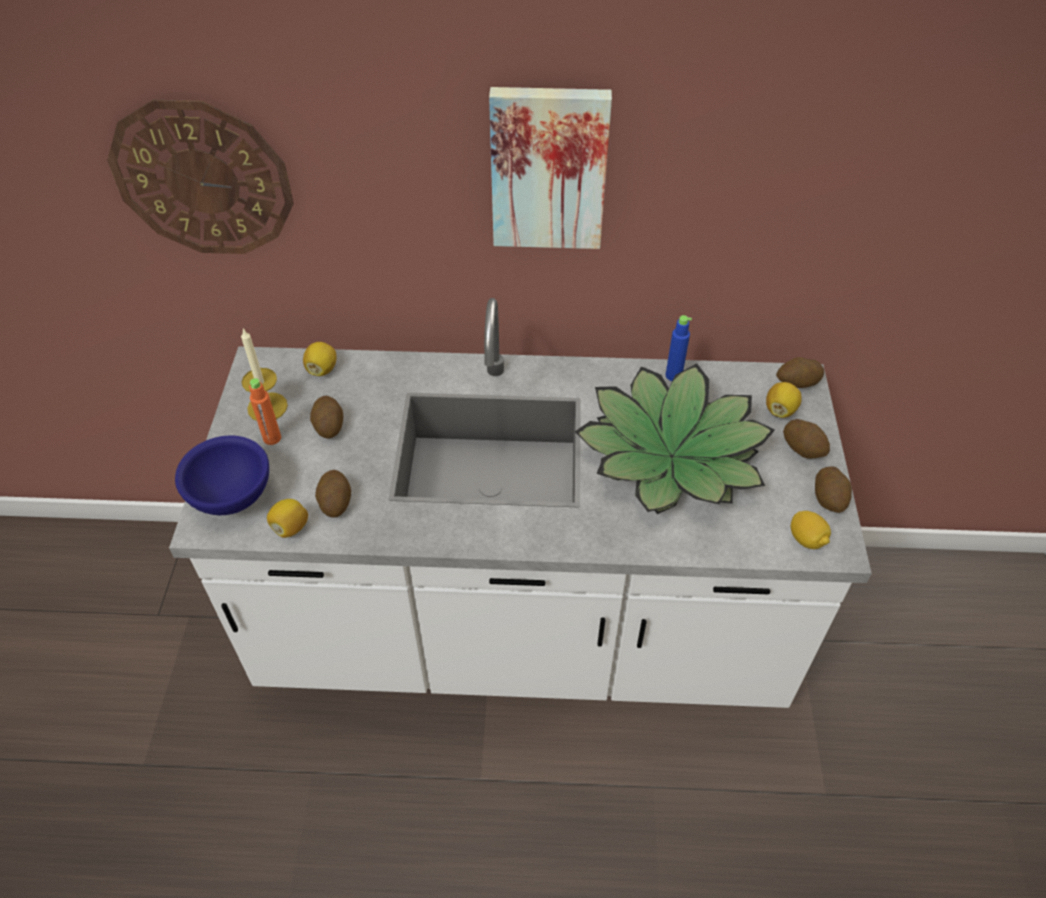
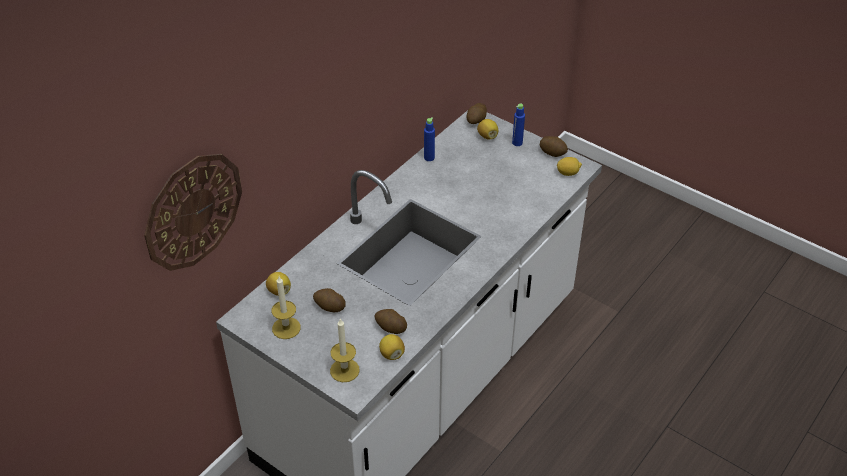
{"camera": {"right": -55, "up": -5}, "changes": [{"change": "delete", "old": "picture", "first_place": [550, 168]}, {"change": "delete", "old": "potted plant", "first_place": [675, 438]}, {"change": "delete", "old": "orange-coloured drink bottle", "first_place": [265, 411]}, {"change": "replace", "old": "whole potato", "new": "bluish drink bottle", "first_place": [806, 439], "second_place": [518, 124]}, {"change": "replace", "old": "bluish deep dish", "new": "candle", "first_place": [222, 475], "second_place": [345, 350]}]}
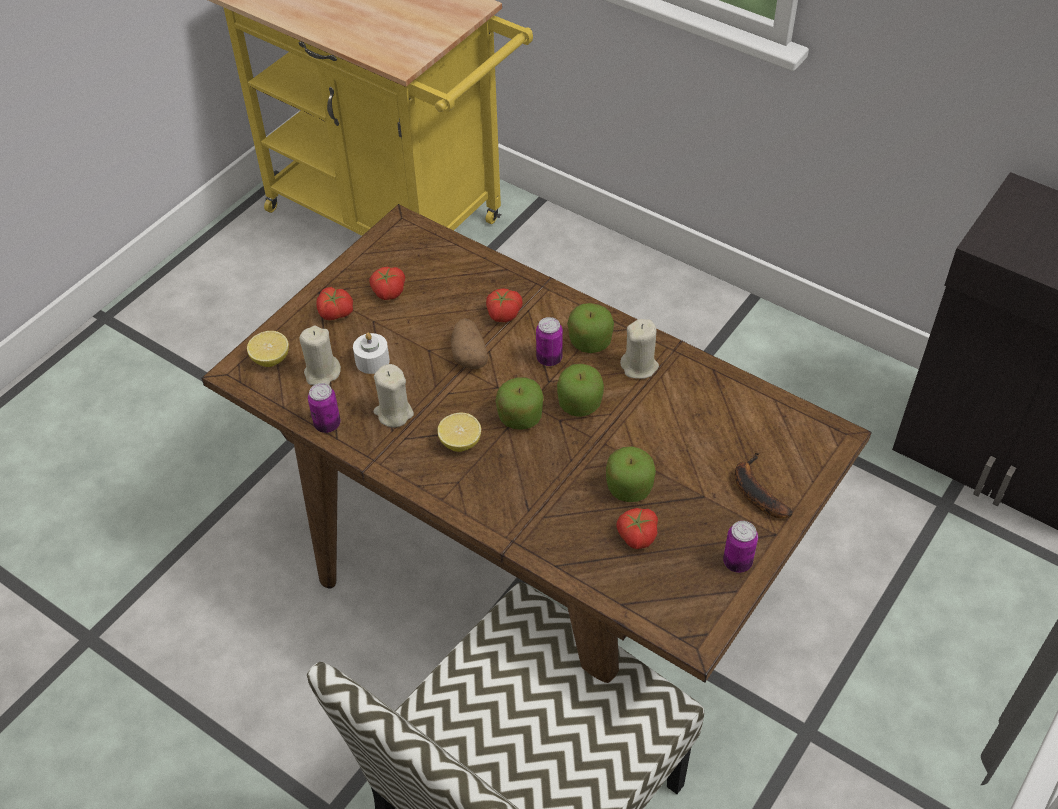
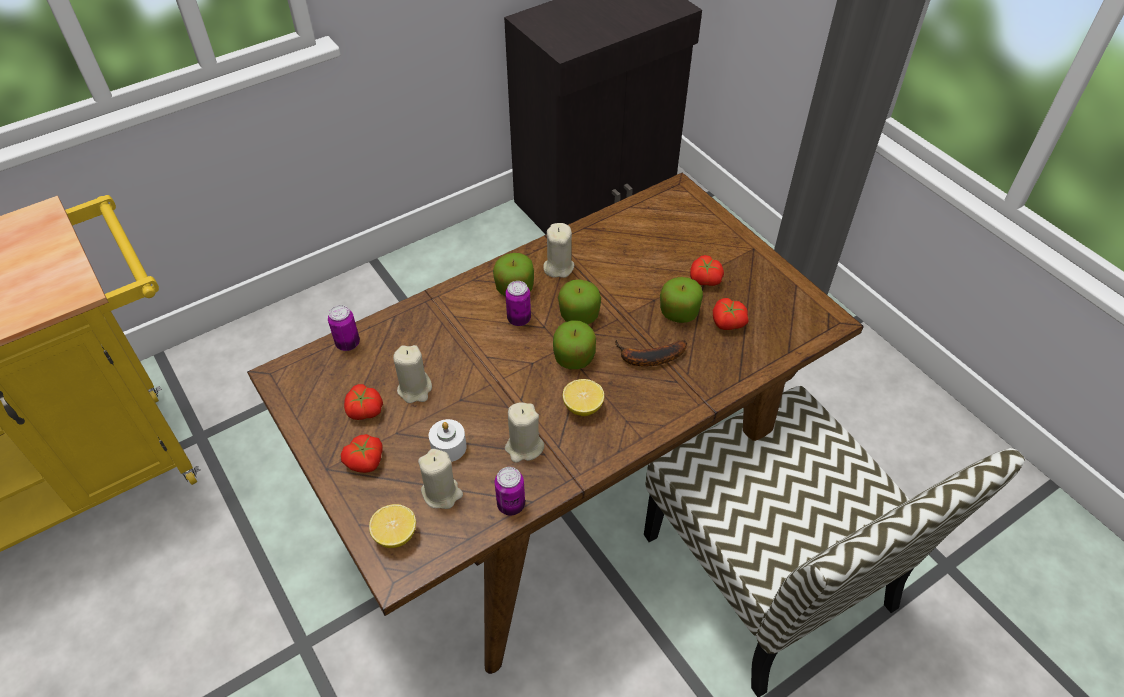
{"camera": {"right": -70, "up": 0}, "changes": [{"change": "move", "old": "tomato", "first_place": [504, 305], "second_place": [707, 270]}, {"change": "delete", "old": "whole potato", "first_place": [469, 343]}, {"change": "move", "old": "banana", "first_place": [764, 485], "second_place": [651, 352]}, {"change": "move", "old": "metal can", "first_place": [740, 547], "second_place": [344, 328]}, {"change": "insert", "new": "sand-coloured candle", "second_place": [412, 374]}]}
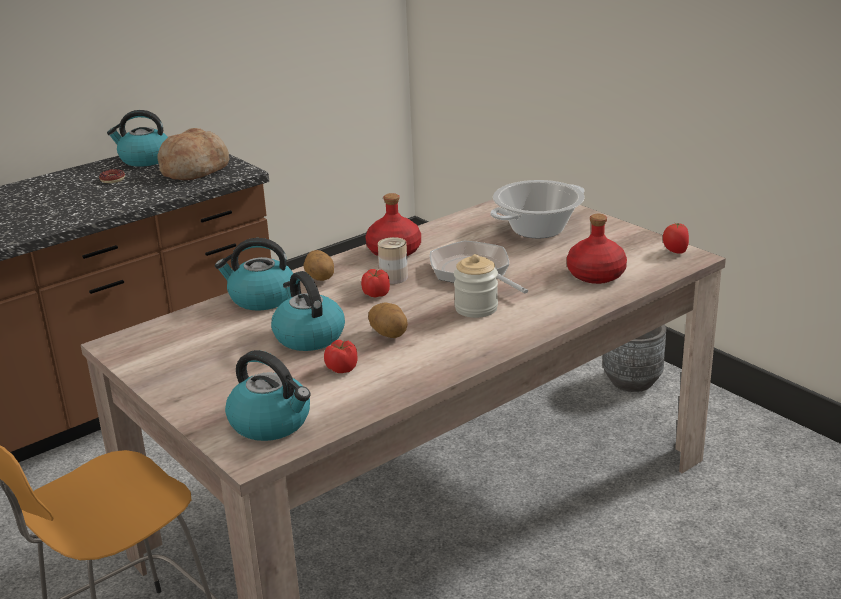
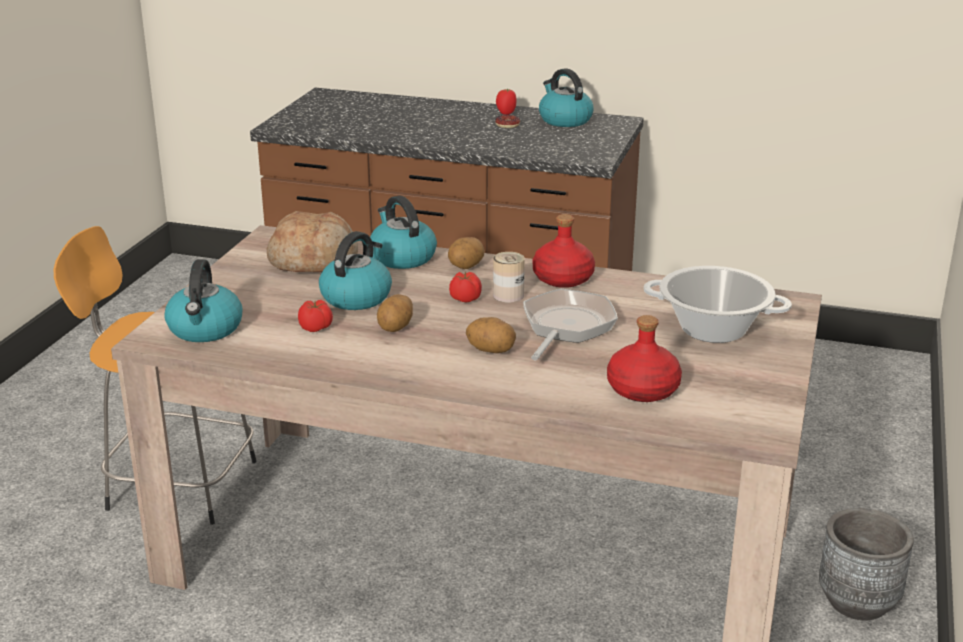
{"camera": {"right": 55, "up": 0}, "changes": [{"change": "move", "old": "bread", "first_place": [193, 154], "second_place": [312, 241]}, {"change": "move", "old": "tomato", "first_place": [676, 238], "second_place": [506, 102]}, {"change": "replace", "old": "preserve jar", "new": "whole potato", "first_place": [476, 286], "second_place": [491, 335]}]}
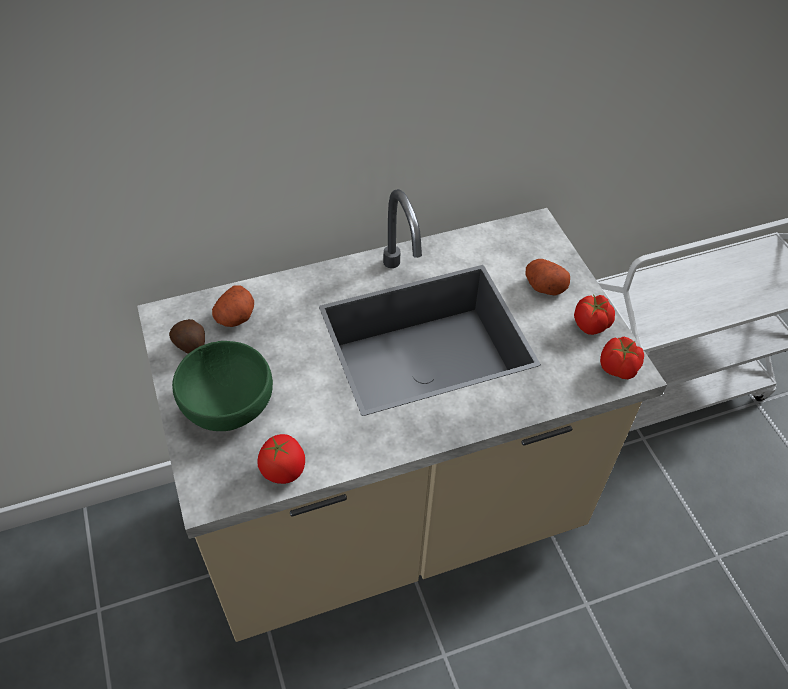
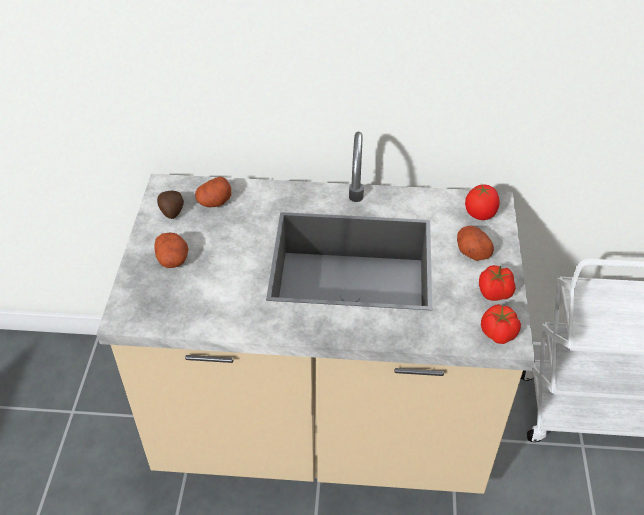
{"camera": {"right": 25, "up": -5}, "changes": [{"change": "replace", "old": "greenish deep dish", "new": "whole potato", "first_place": [222, 386], "second_place": [171, 250]}, {"change": "move", "old": "tomato", "first_place": [281, 459], "second_place": [482, 202]}]}
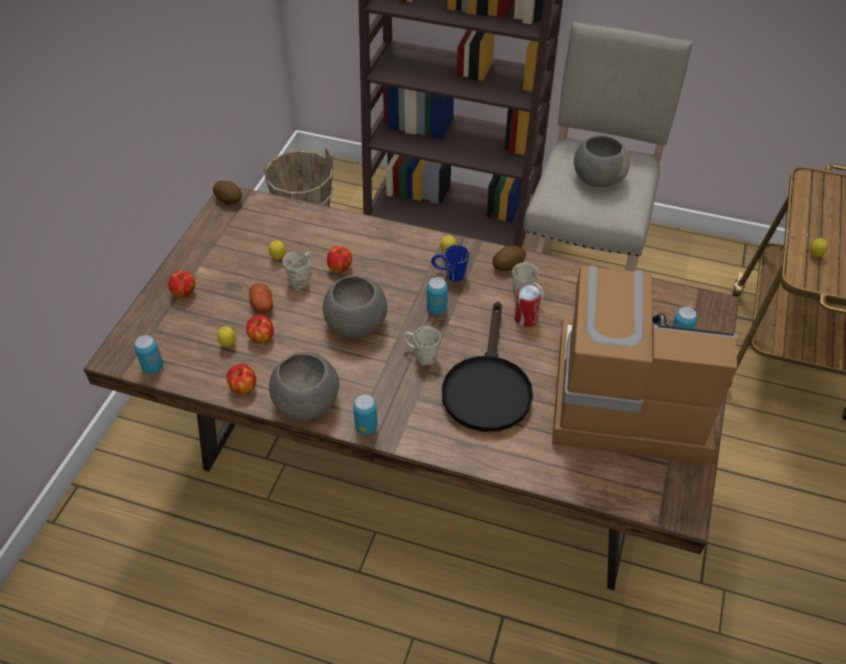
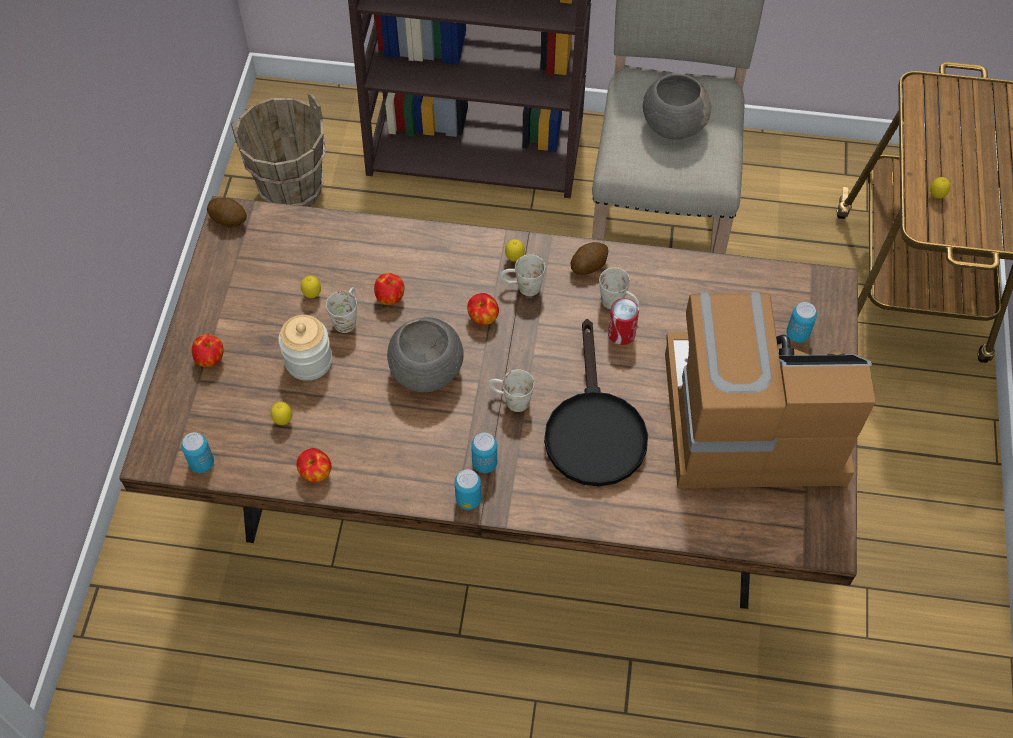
{"camera": {"right": -10, "up": 10}, "changes": [{"change": "recolor", "old": "bluish tea mug", "new": "whitish tea mug", "first_place": [450, 263], "second_place": [522, 275]}, {"change": "move", "old": "metal can", "first_place": [437, 296], "second_place": [484, 453]}, {"change": "replace", "old": "whole potato", "new": "preserve jar", "first_place": [261, 298], "second_place": [305, 348]}, {"change": "move", "old": "whole apple", "first_place": [260, 329], "second_place": [483, 309]}, {"change": "delete", "old": "gray deep dish", "first_place": [304, 386]}]}
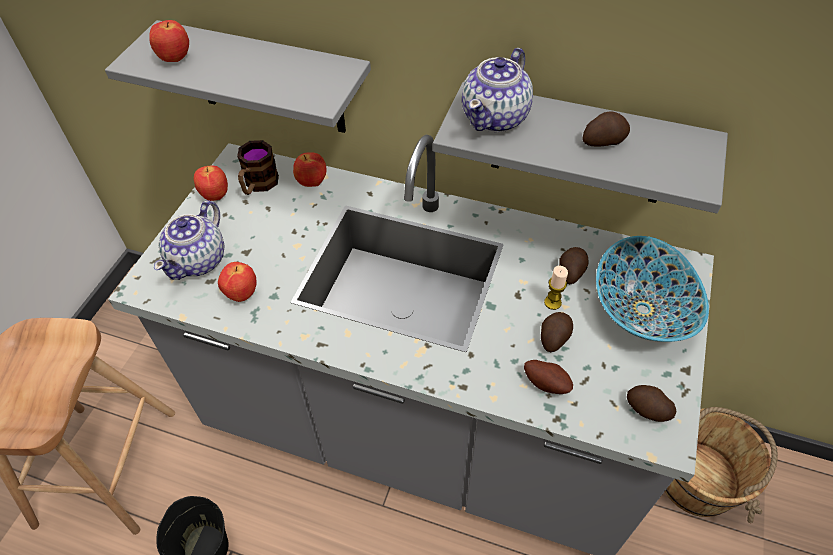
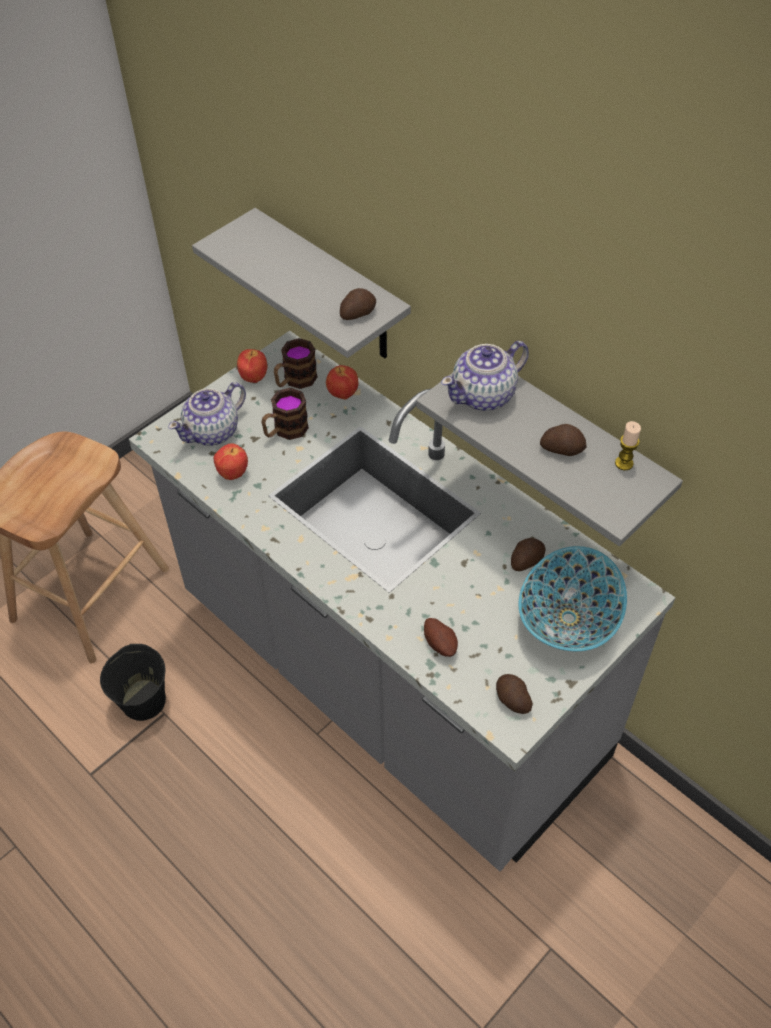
{"camera": {"right": 25, "up": 0}, "changes": [{"change": "delete", "old": "whole apple", "first_place": [169, 41]}, {"change": "move", "old": "candle", "first_place": [556, 288], "second_place": [628, 446]}, {"change": "move", "old": "whole potato", "first_place": [557, 332], "second_place": [358, 304]}, {"change": "delete", "old": "brown-coloured pail", "first_place": [721, 465]}, {"change": "insert", "new": "tea mug", "second_place": [285, 414]}]}
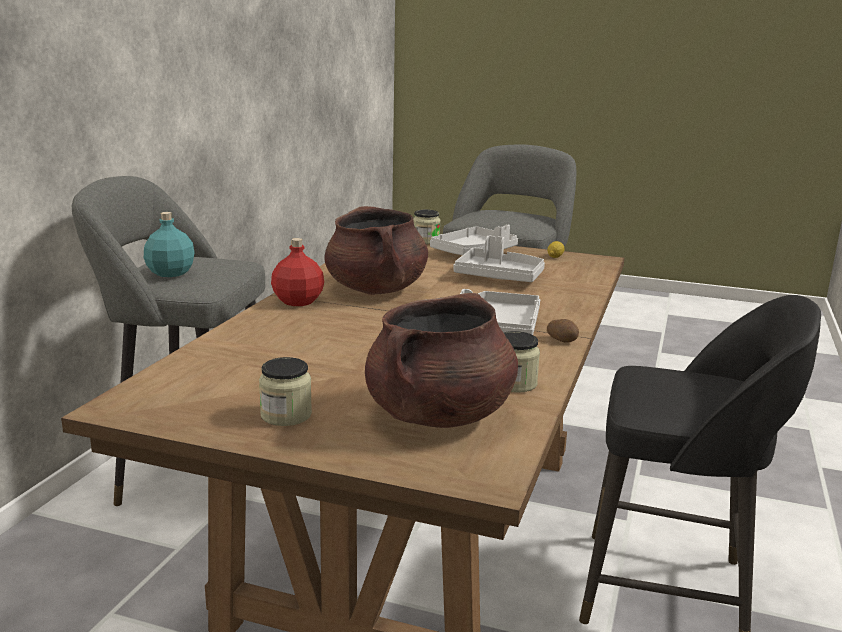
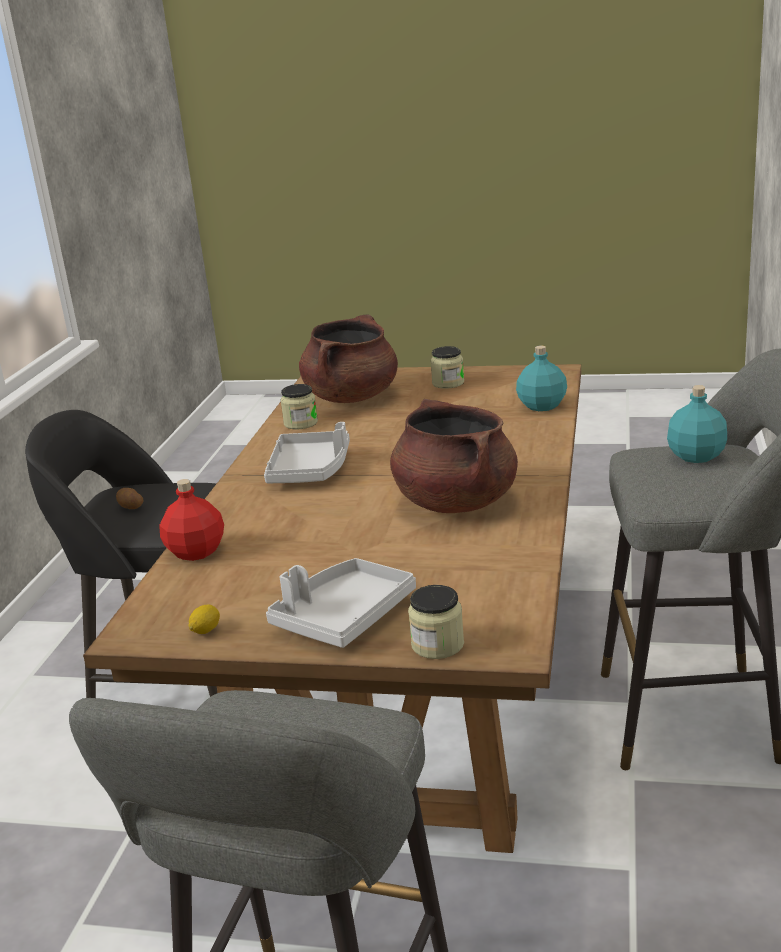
{"camera": {"right": 175, "up": 5}, "changes": [{"change": "delete", "old": "gray carrying tray", "first_place": [499, 259]}, {"change": "move", "old": "red drink bottle", "first_place": [297, 272], "second_place": [191, 520]}, {"change": "move", "old": "whole potato", "first_place": [563, 330], "second_place": [129, 498]}, {"change": "insert", "new": "turquoise drink bottle", "second_place": [541, 378]}]}
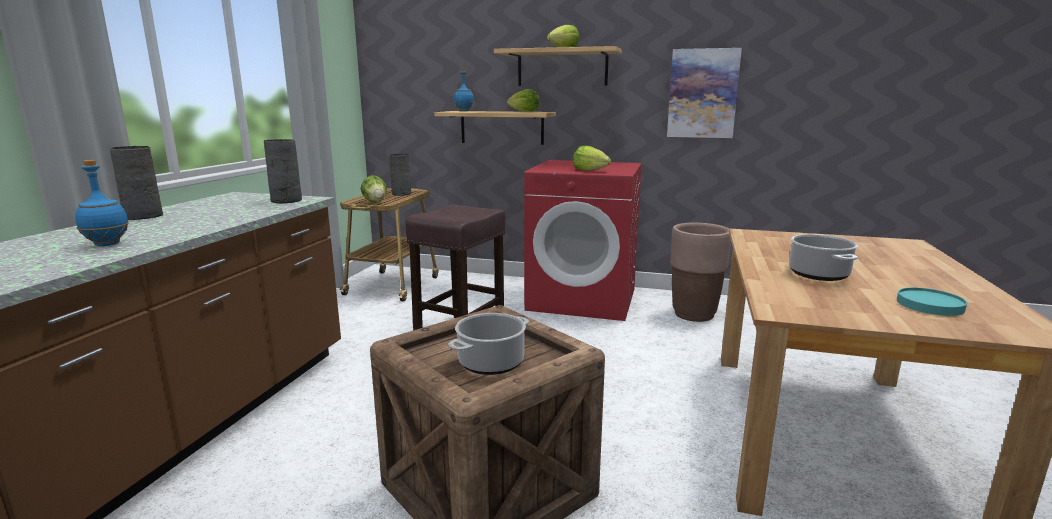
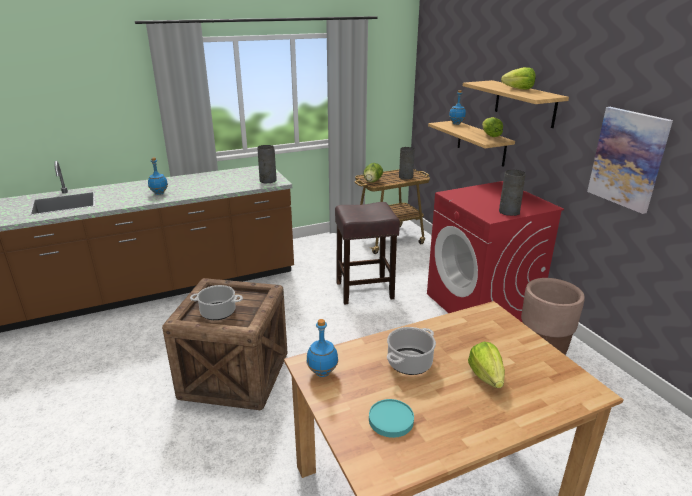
{"camera": {"right": 50, "up": 10}, "changes": [{"change": "move", "old": "gray vase", "first_place": [136, 183], "second_place": [512, 193]}, {"change": "move", "old": "head of lettuce", "first_place": [592, 158], "second_place": [486, 365]}, {"change": "insert", "new": "bluish drink bottle", "second_place": [322, 348]}]}
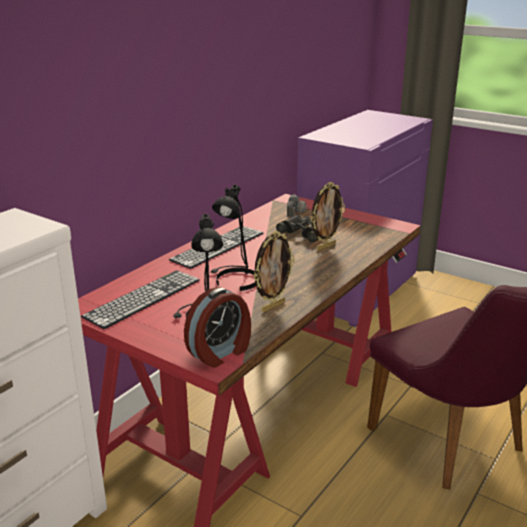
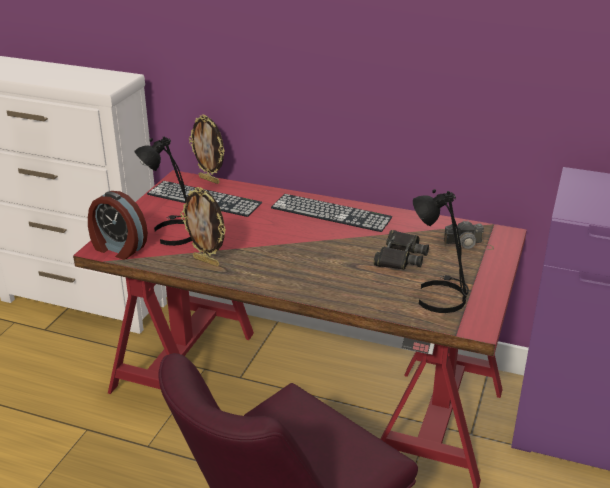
{"camera": {"right": 75, "up": 5}, "changes": [{"change": "move", "old": "picture frame", "first_place": [328, 216], "second_place": [207, 149]}, {"change": "move", "old": "black lamp for a table", "first_place": [233, 237], "second_place": [441, 251]}]}
